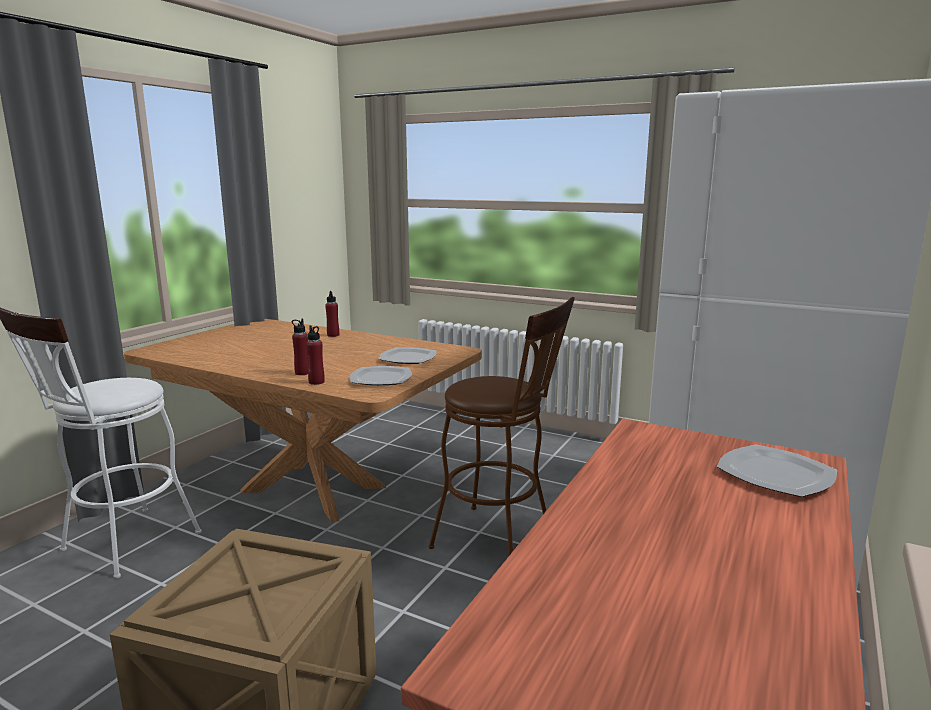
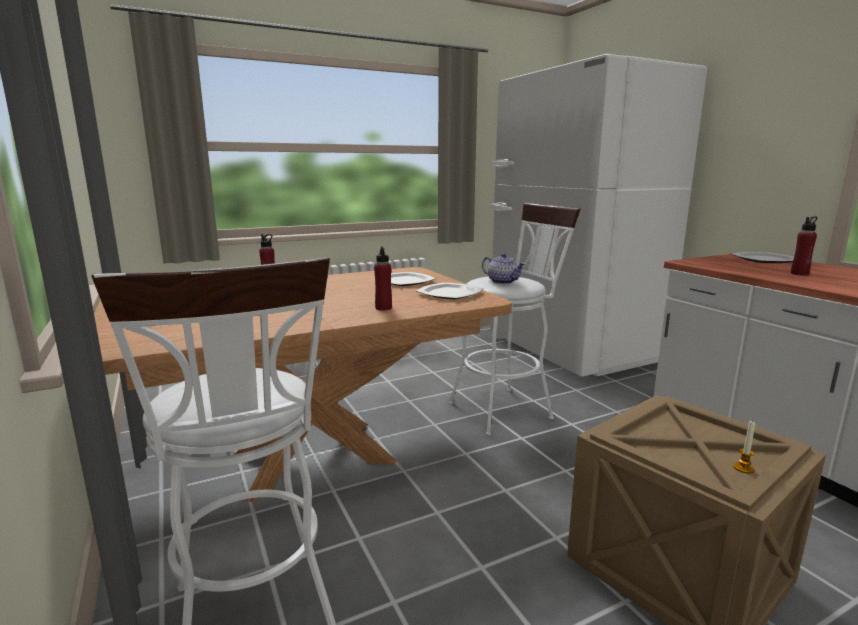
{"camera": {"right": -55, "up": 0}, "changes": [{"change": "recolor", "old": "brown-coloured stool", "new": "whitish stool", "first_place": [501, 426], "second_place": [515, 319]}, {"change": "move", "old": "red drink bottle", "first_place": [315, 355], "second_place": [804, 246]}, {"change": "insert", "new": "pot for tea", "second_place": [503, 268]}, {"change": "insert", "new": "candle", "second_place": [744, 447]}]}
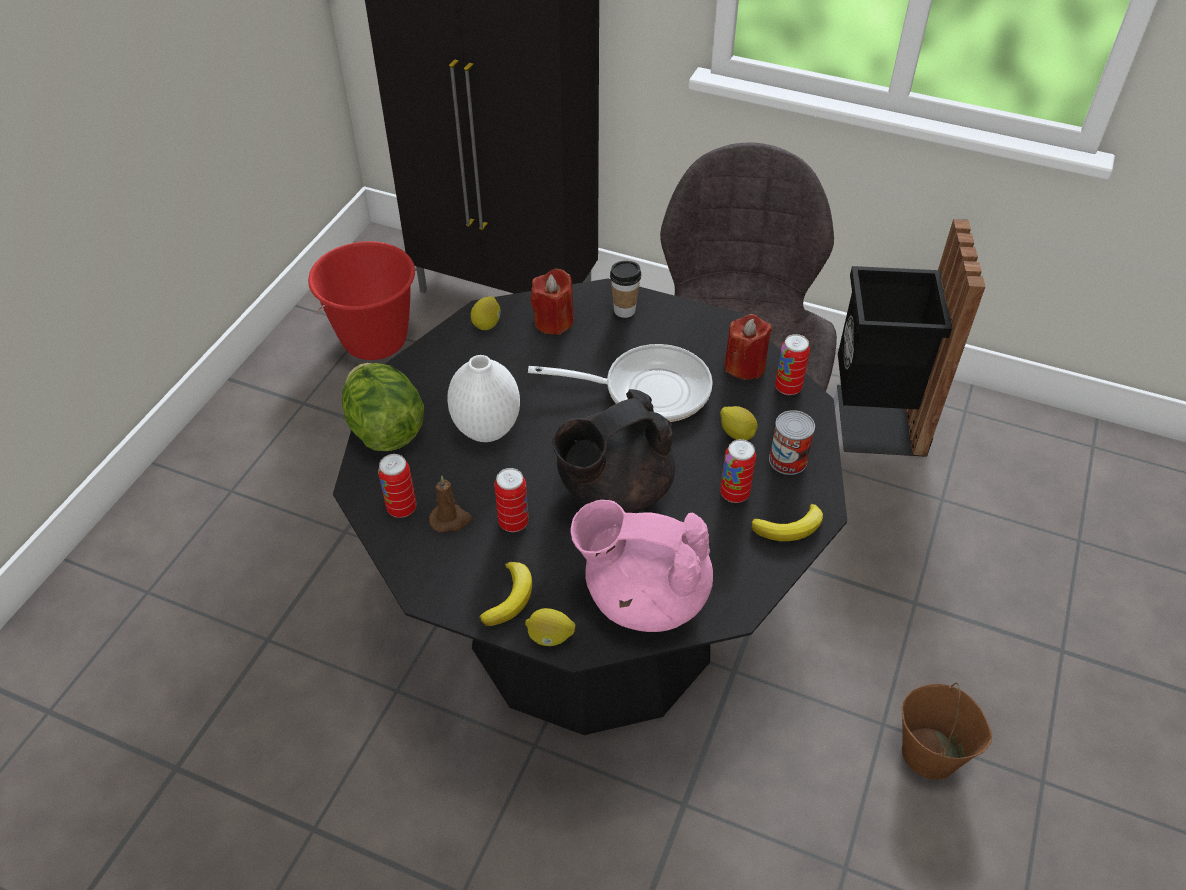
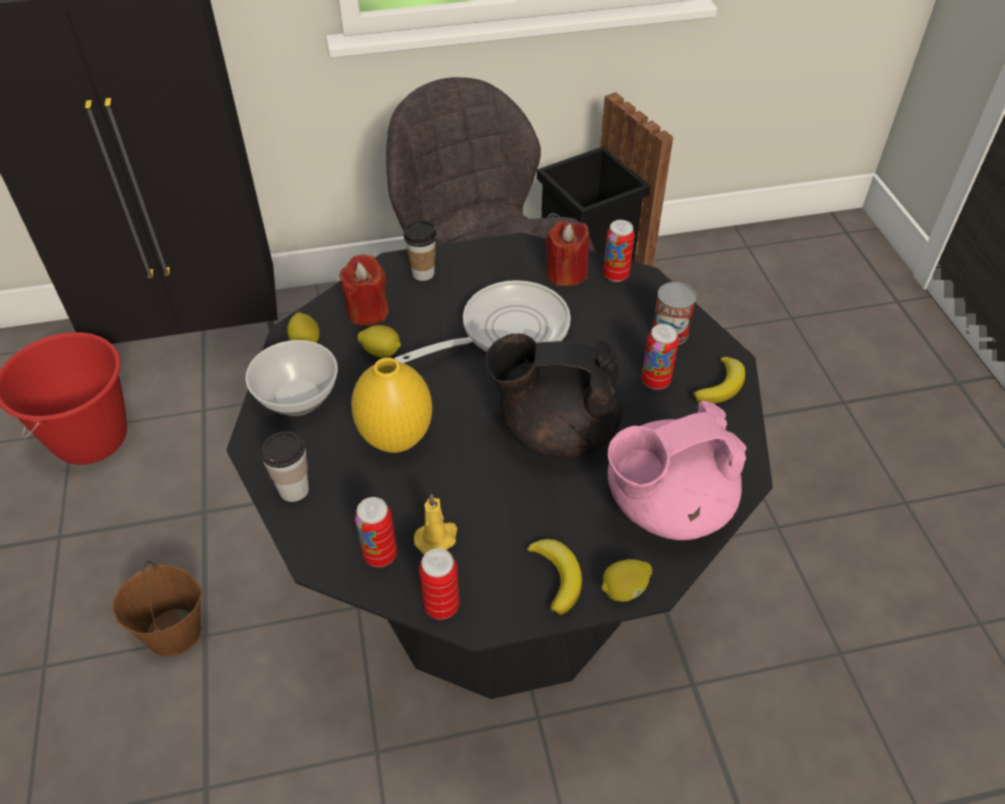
{"camera": {"right": -35, "up": 0}, "changes": [{"change": "recolor", "old": "whitish vase", "new": "yellow-coloured vase", "first_place": [483, 398], "second_place": [391, 405]}, {"change": "replace", "old": "head of lettuce", "new": "small cup", "first_place": [383, 407], "second_place": [285, 466]}, {"change": "rotate", "old": "black pot for tea", "first_place": [613, 451], "second_place": [554, 396], "degrees": 75}, {"change": "move", "old": "citrus fruit", "first_place": [738, 423], "second_place": [379, 341]}, {"change": "move", "old": "metal can", "first_place": [511, 500], "second_place": [439, 583]}, {"change": "recolor", "old": "brown-coloured candle", "new": "yellow-coloured candle", "first_place": [450, 504], "second_place": [435, 524]}, {"change": "move", "old": "brown-coloured pail", "first_place": [946, 731], "second_place": [157, 608]}, {"change": "insert", "new": "deep dish", "second_place": [291, 378]}]}
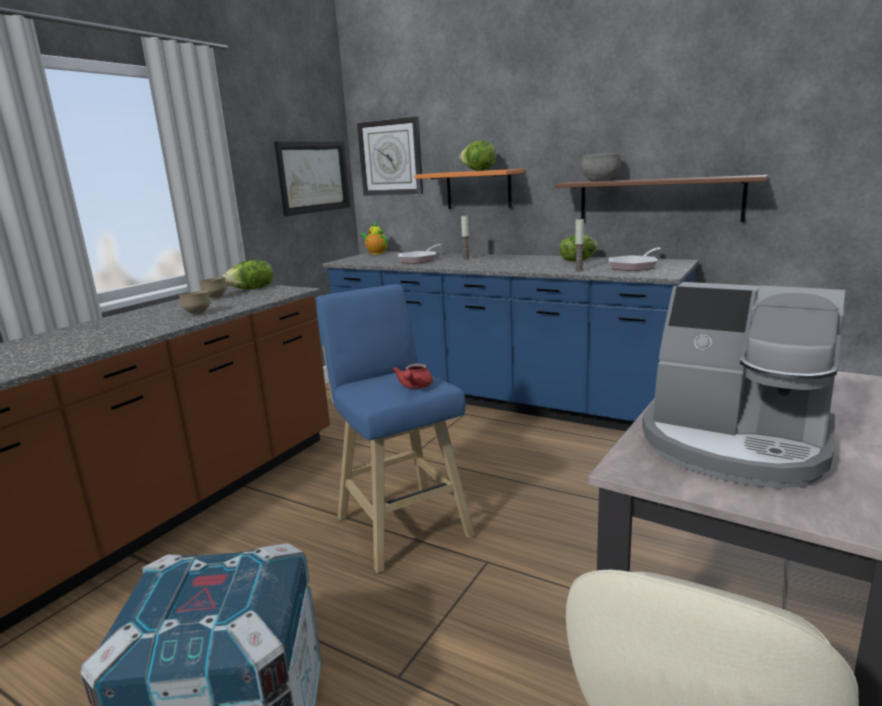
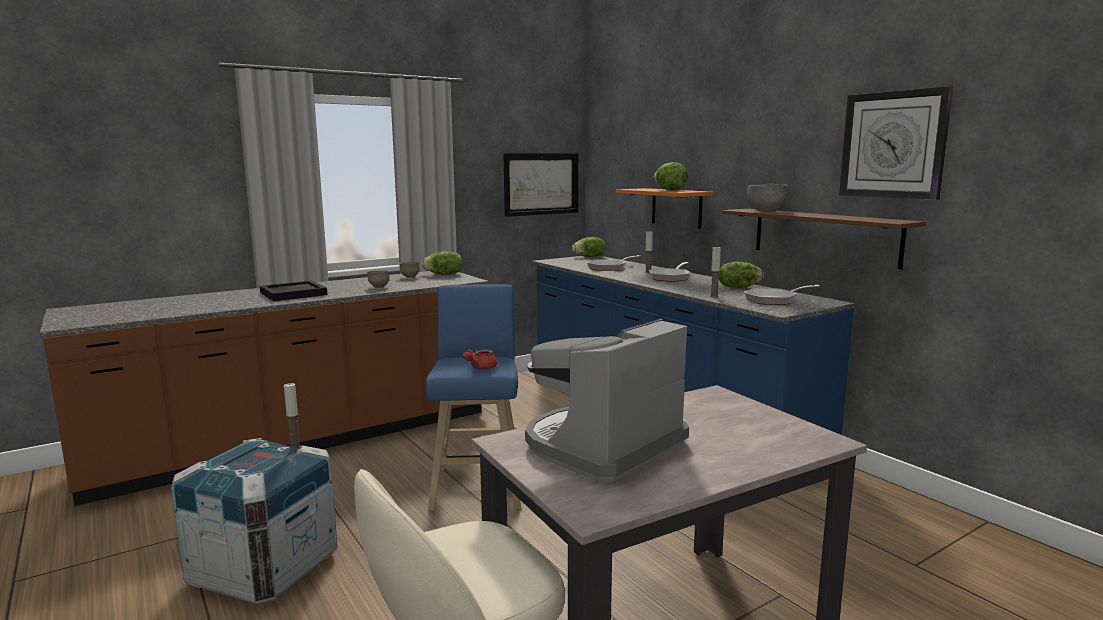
{"camera": {"right": 25, "up": -5}, "changes": [{"change": "move", "old": "clock on the wall", "first_place": [390, 156], "second_place": [896, 143]}, {"change": "replace", "old": "pot for tea", "new": "head of lettuce", "first_place": [373, 238], "second_place": [588, 247]}, {"change": "rotate", "old": "coffee maker", "first_place": [744, 385], "second_place": [607, 401], "degrees": 75}, {"change": "insert", "new": "pan", "second_place": [669, 272]}, {"change": "insert", "new": "black carrying tray", "second_place": [294, 290]}, {"change": "insert", "new": "candle", "second_place": [292, 417]}]}
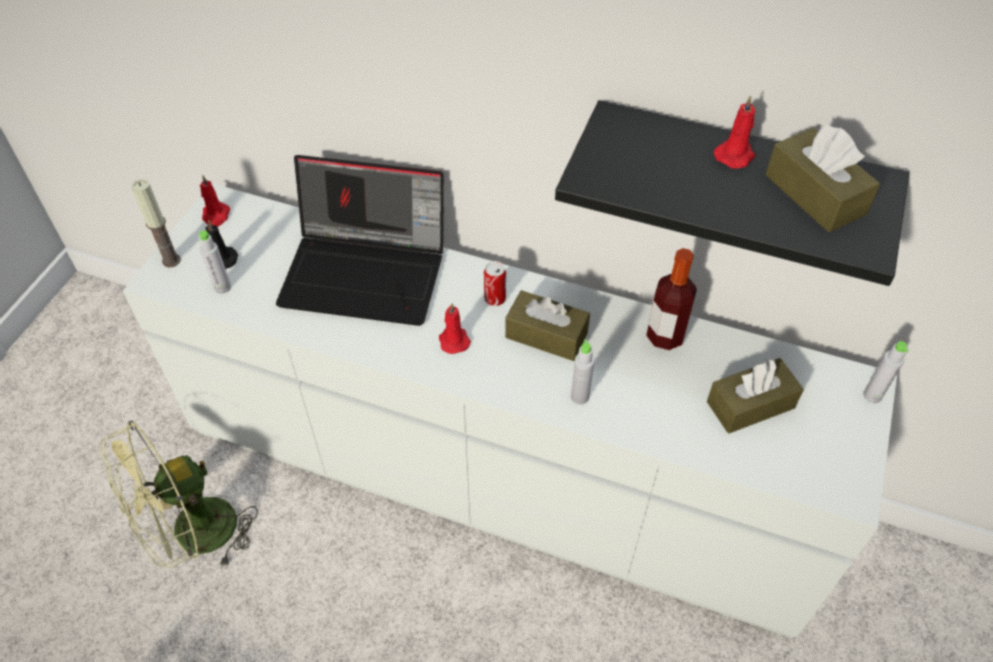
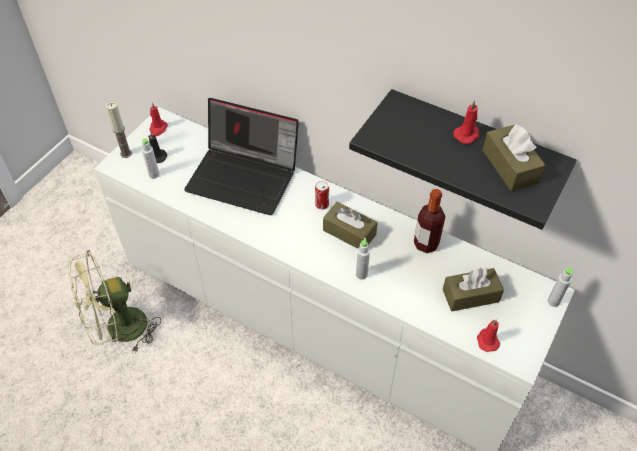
{"camera": {"right": 10, "up": 0}, "changes": [{"change": "move", "old": "red candle", "first_place": [455, 328], "second_place": [488, 336]}]}
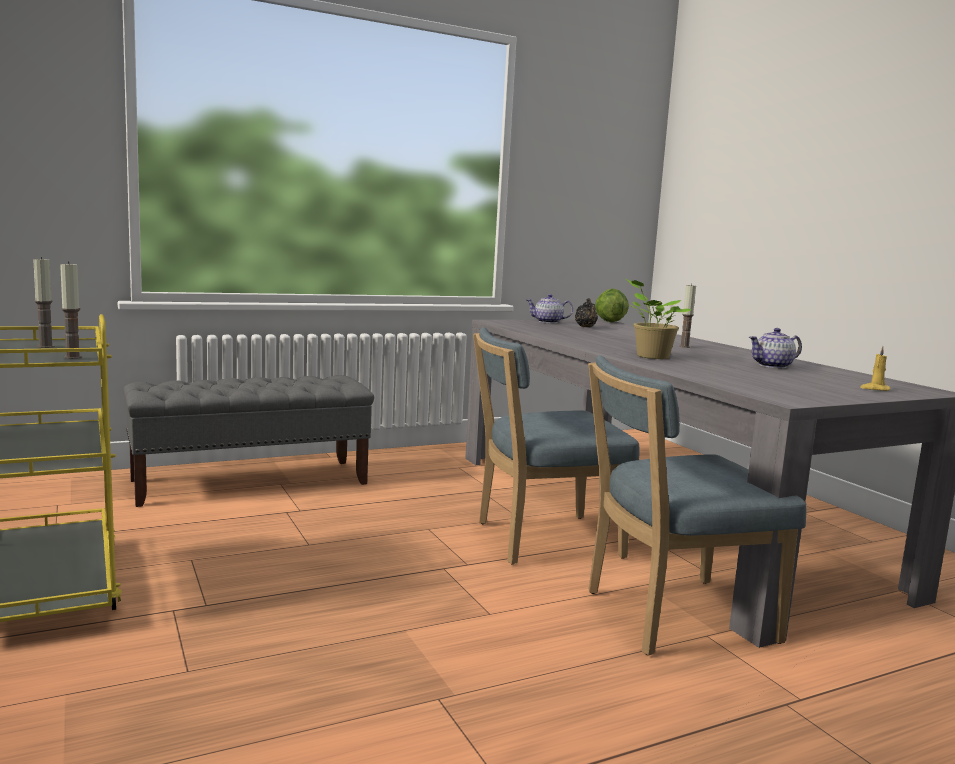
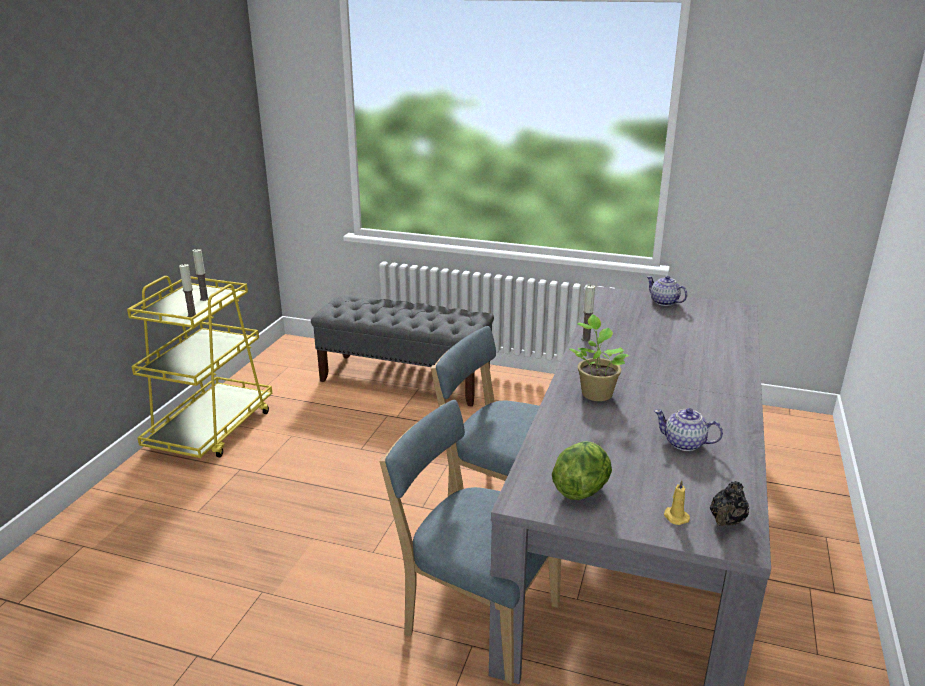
{"camera": {"right": 45, "up": 15}, "changes": [{"change": "move", "old": "candle", "first_place": [687, 315], "second_place": [588, 313]}, {"change": "move", "old": "head of lettuce", "first_place": [612, 305], "second_place": [582, 470]}, {"change": "move", "old": "black pot for tea", "first_place": [586, 312], "second_place": [729, 503]}]}
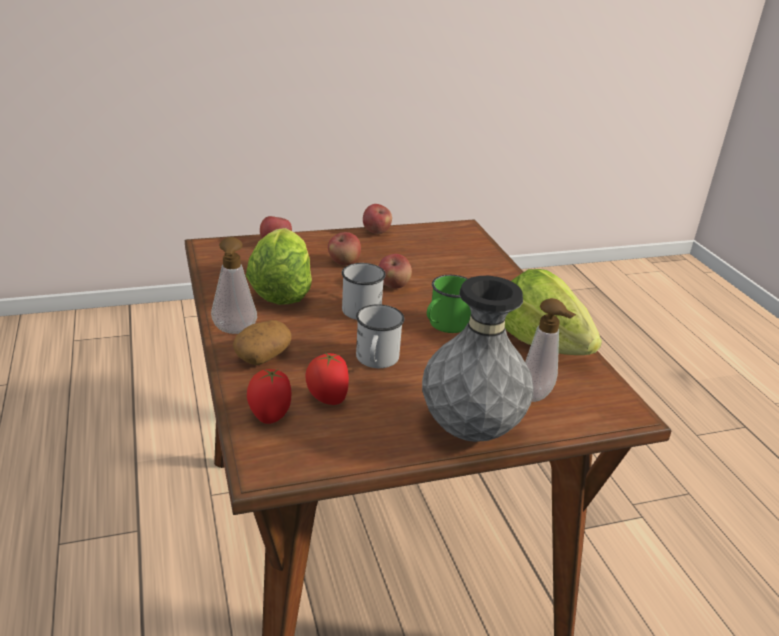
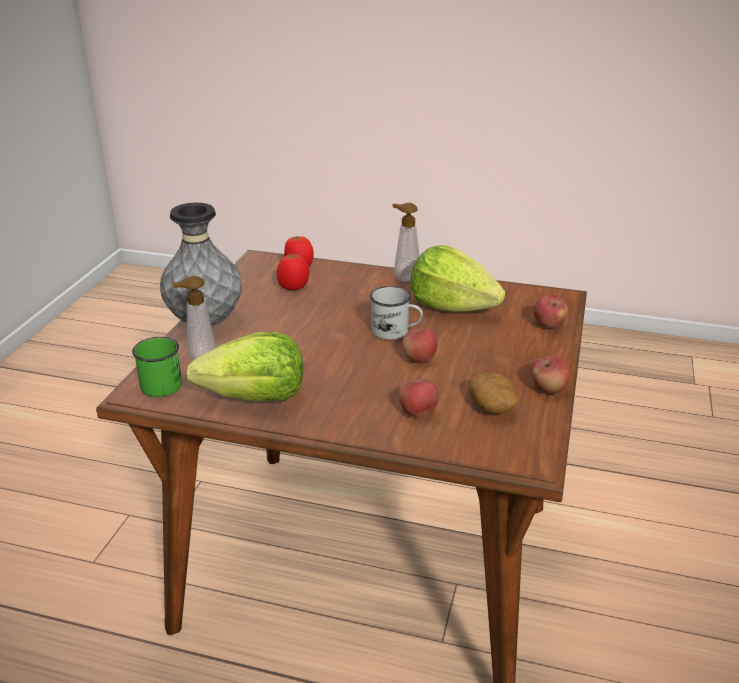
{"camera": {"right": 125, "up": 0}, "changes": [{"change": "move", "old": "whole apple", "first_place": [344, 248], "second_place": [419, 398]}, {"change": "move", "old": "greenish tea mug", "first_place": [449, 304], "second_place": [157, 367]}, {"change": "delete", "old": "whitish tea mug", "first_place": [380, 336]}, {"change": "move", "old": "whole potato", "first_place": [262, 342], "second_place": [493, 393]}]}
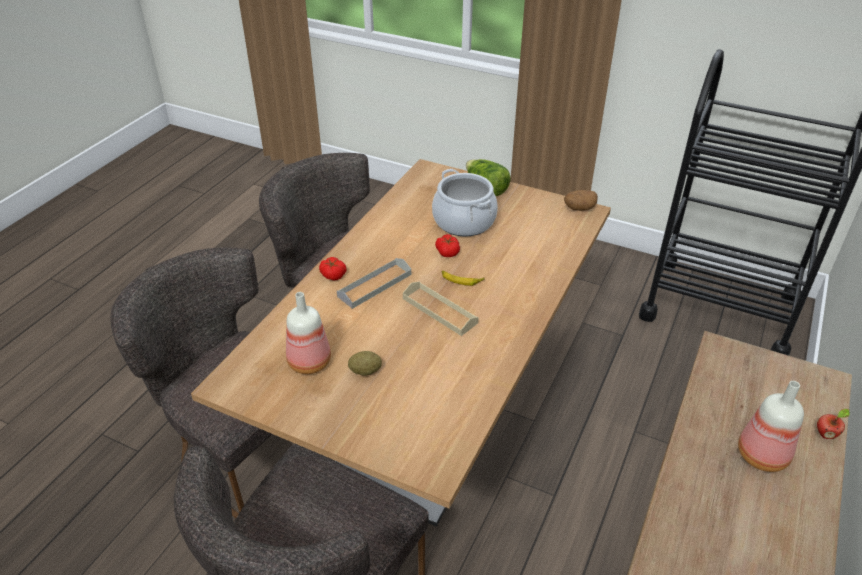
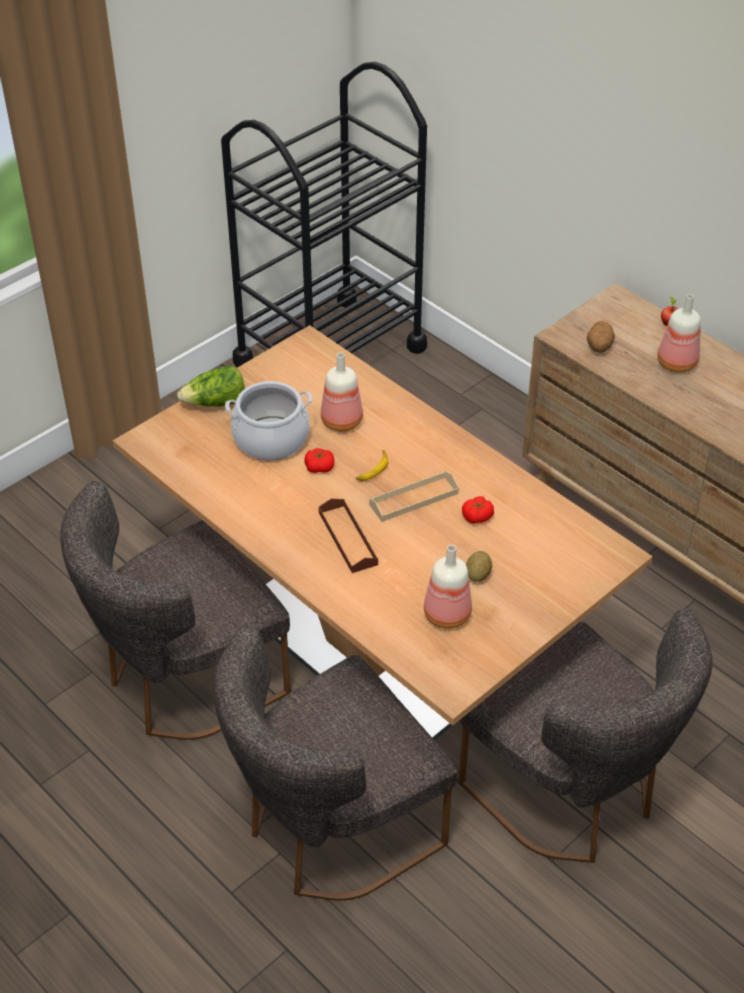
{"camera": {"right": -70, "up": 5}, "changes": [{"change": "move", "old": "whole potato", "first_place": [581, 200], "second_place": [601, 337]}, {"change": "move", "old": "tomato", "first_place": [333, 269], "second_place": [478, 510]}, {"change": "recolor", "old": "gray carrying tray", "new": "brown-coloured carrying tray", "first_place": [374, 283], "second_place": [348, 535]}, {"change": "insert", "new": "drink bottle", "second_place": [342, 391]}]}
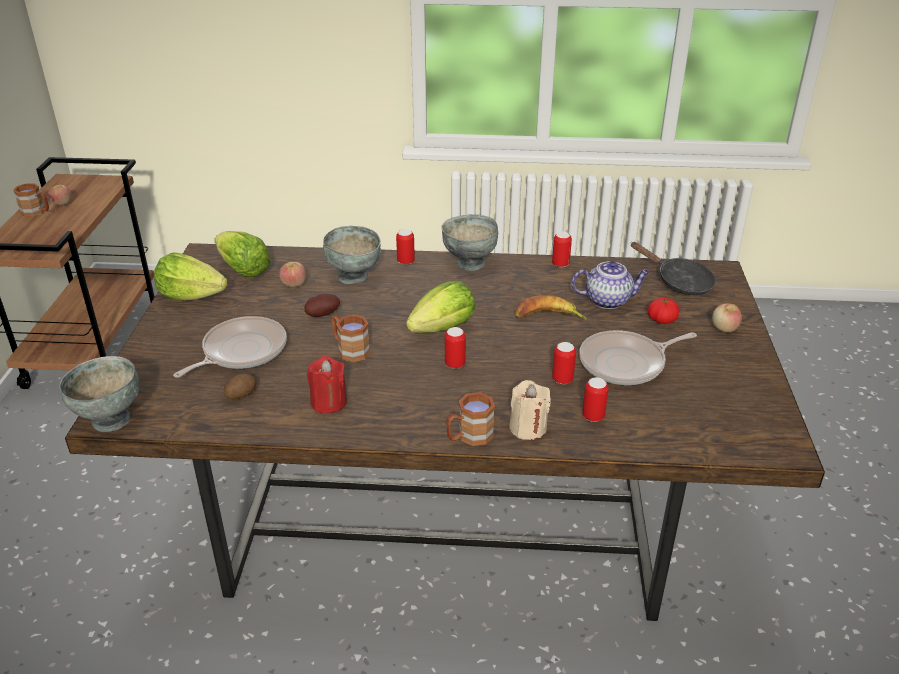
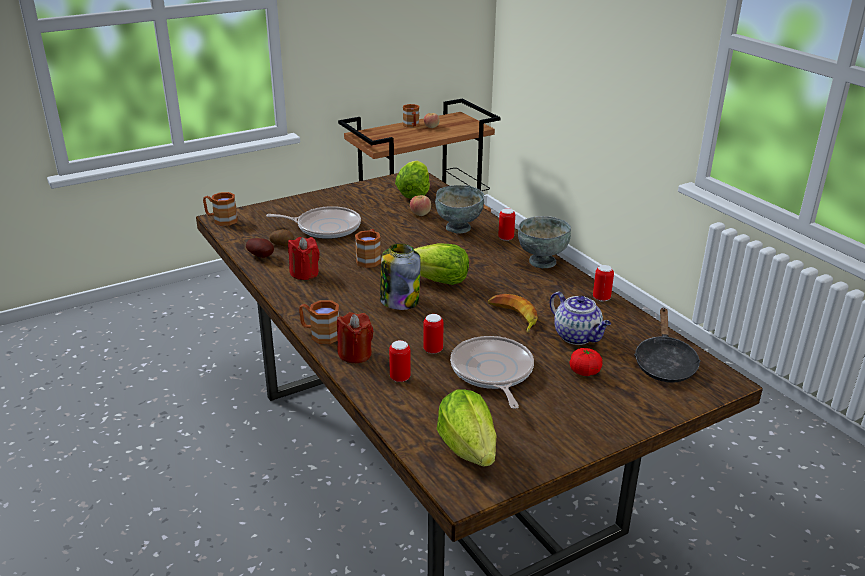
{"camera": {"right": 55, "up": -5}, "changes": [{"change": "move", "old": "head of lettuce", "first_place": [190, 276], "second_place": [466, 428]}, {"change": "move", "old": "whole potato", "first_place": [322, 305], "second_place": [260, 248]}, {"change": "delete", "old": "whole apple", "first_place": [727, 318]}, {"change": "replace", "old": "metal can", "new": "preserve jar", "first_place": [455, 348], "second_place": [400, 276]}, {"change": "rotate", "old": "pan", "first_place": [638, 357], "second_place": [492, 372], "degrees": 45}, {"change": "replace", "old": "gray deep dish", "new": "brown-coloured tea mug", "first_place": [99, 394], "second_place": [220, 209]}, {"change": "recolor", "old": "sand-coloured candle", "new": "red candle", "first_place": [530, 410], "second_place": [355, 337]}]}
